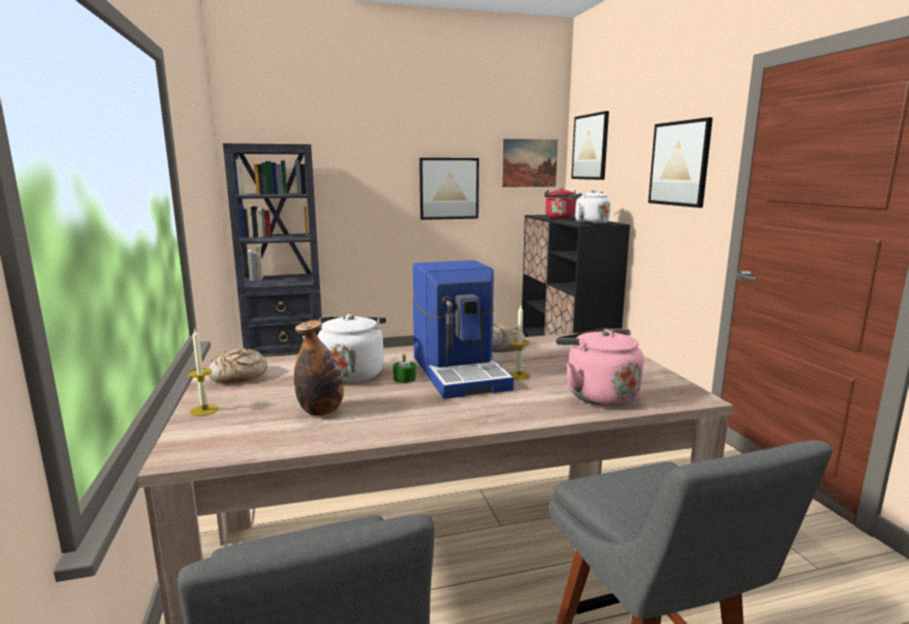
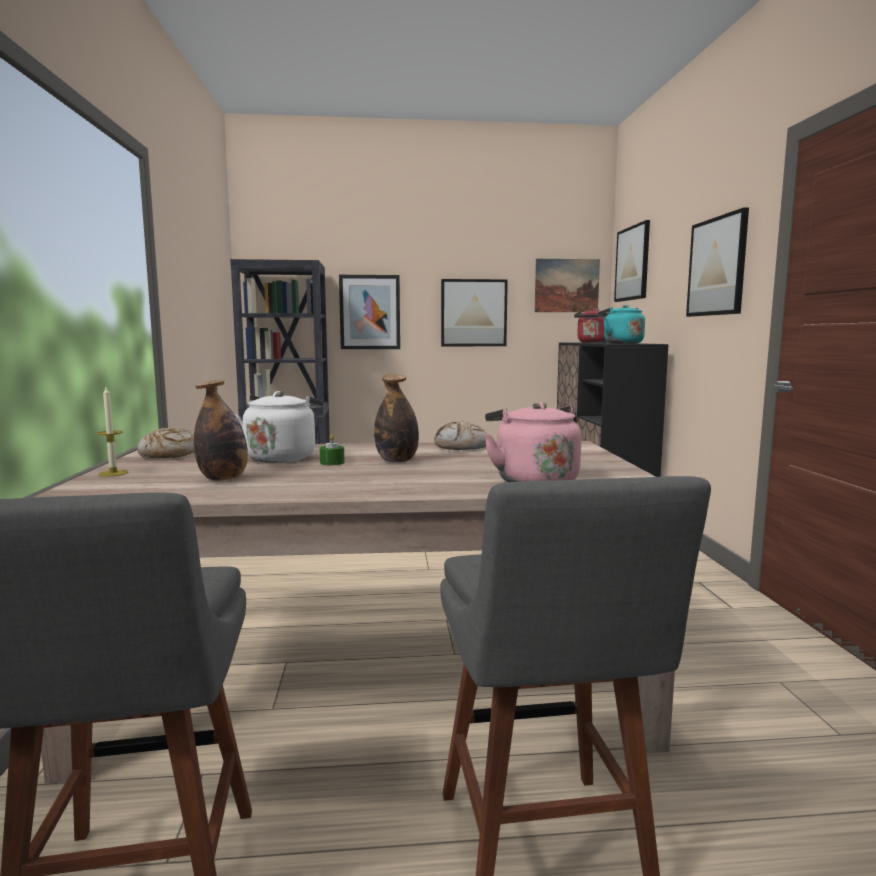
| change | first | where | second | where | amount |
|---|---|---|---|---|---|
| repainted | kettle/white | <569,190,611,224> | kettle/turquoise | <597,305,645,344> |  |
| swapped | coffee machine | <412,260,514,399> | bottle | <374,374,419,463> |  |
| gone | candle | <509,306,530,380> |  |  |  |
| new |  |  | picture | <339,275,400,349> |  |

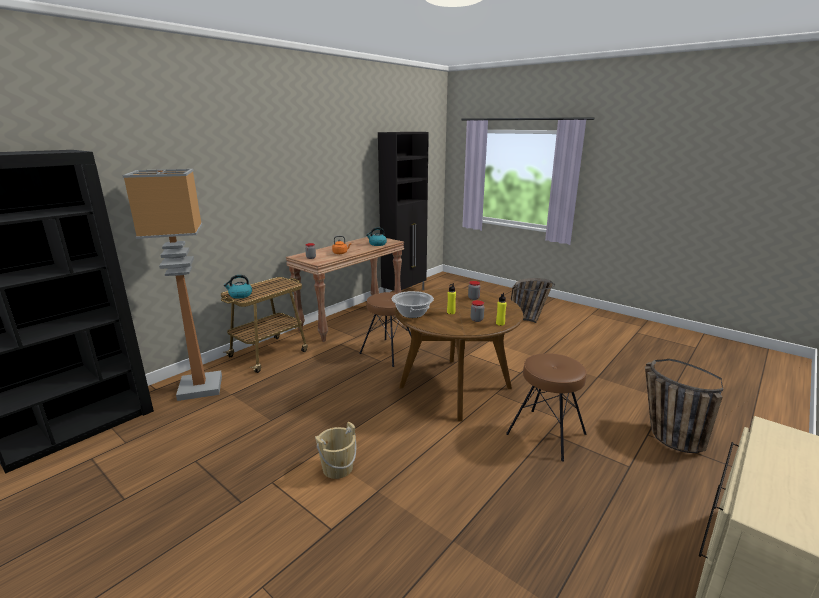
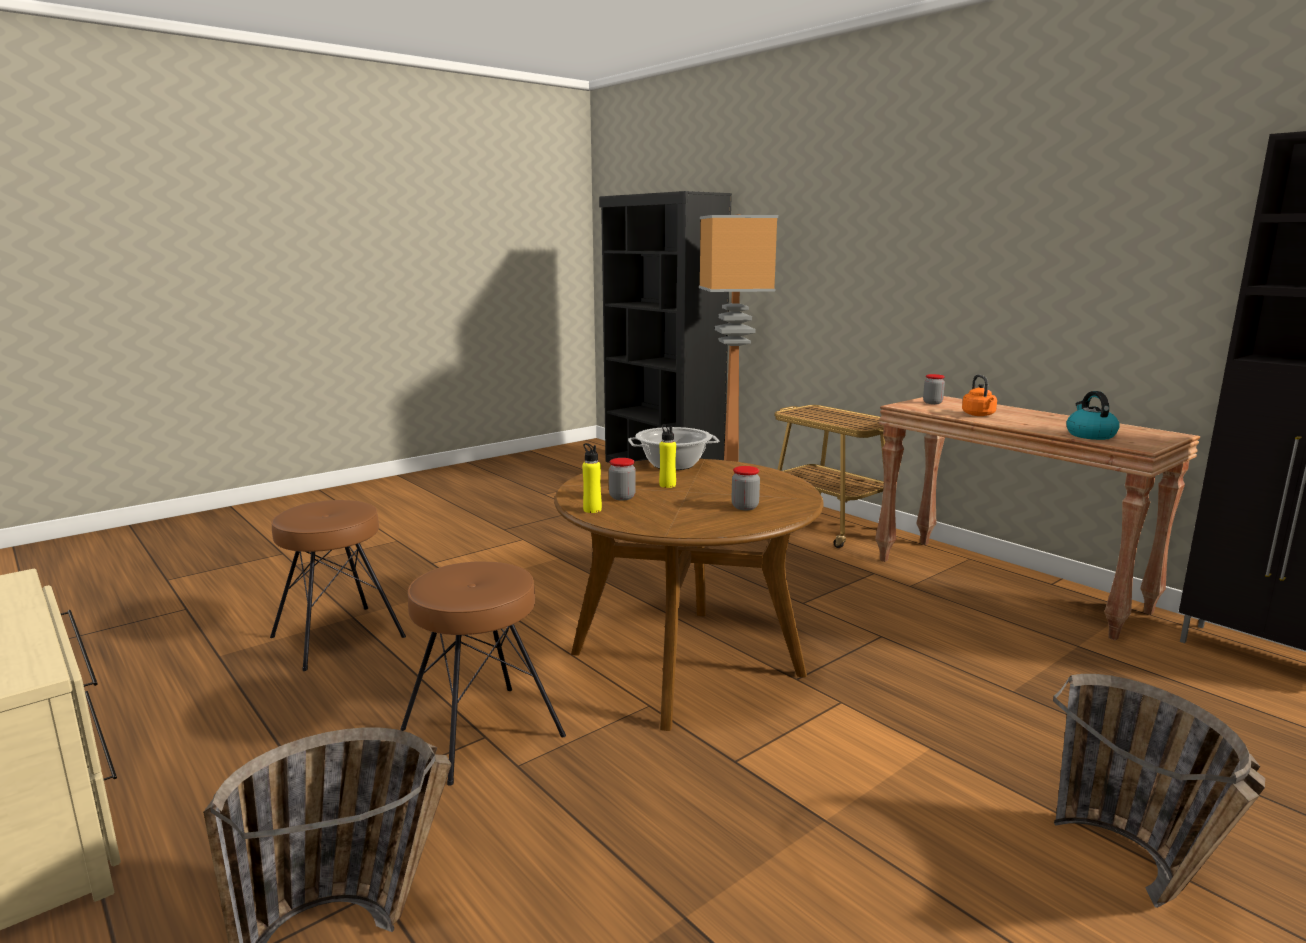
| change | first | where | second | where | amount |
|---|---|---|---|---|---|
| gone | kettle | <224,275,252,299> |  |  |  |
| shifted | stool/brown | <359,292,419,367> |  | <270,500,406,671> |  |
| gone | bucket/beige | <315,422,356,479> |  |  |  |

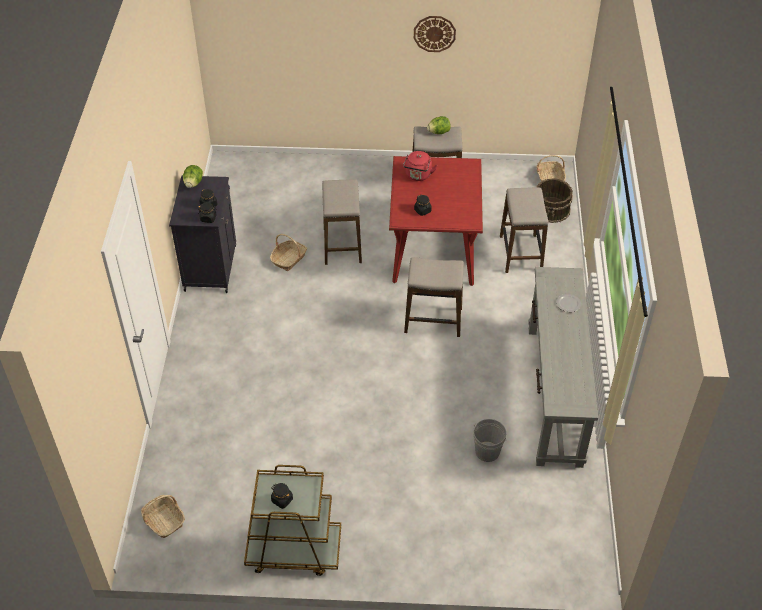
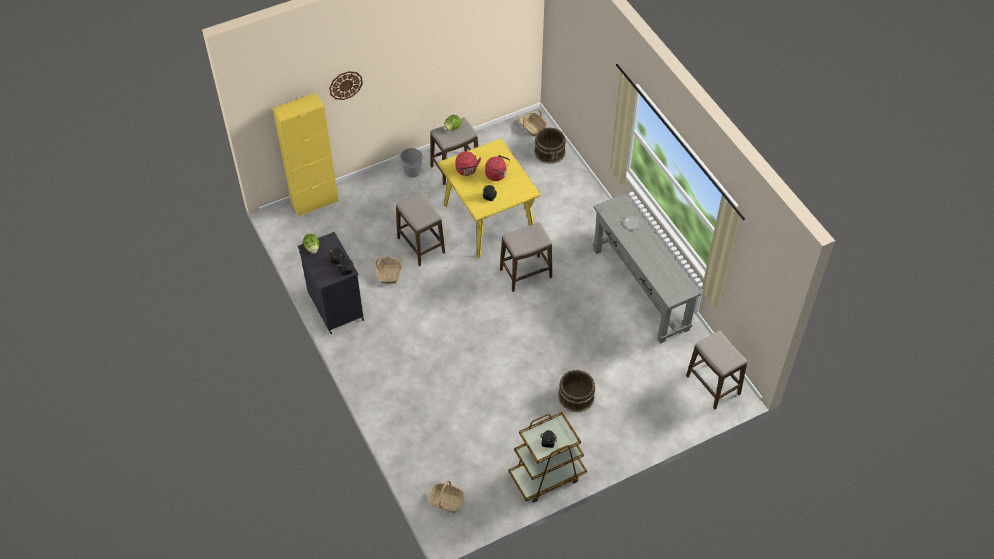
| change | first | where | second | where | amount |
|---|---|---|---|---|---|
| shifted | wall clock | <414,16,456,52> |  | <329,71,363,100> |  |
| repainted | dining table/red | <389,156,483,286> | dining table/yellow | <437,138,541,258> |  |
| shifted | stool | <500,187,548,273> |  | <686,331,747,409> |  |
| shifted | bucket/grey | <472,419,506,462> |  | <399,148,424,178> |  |
| new |  |  | cabinet/yellow | <273,93,339,216> |  |
| new |  |  | kettle/red | <485,155,510,181> |  |
| new |  |  | bucket/brown | <558,370,596,413> |  |

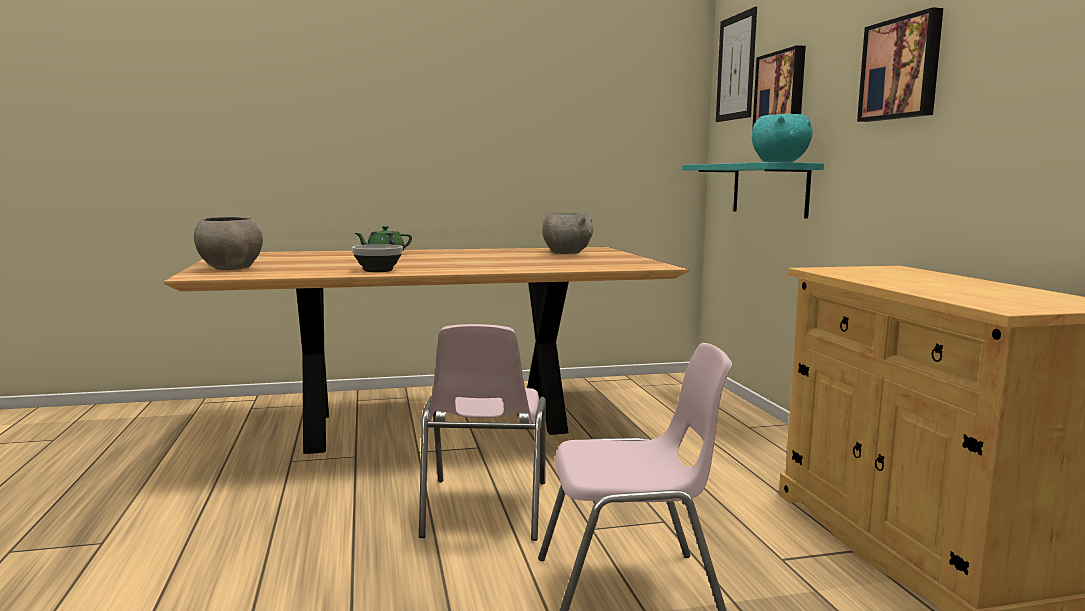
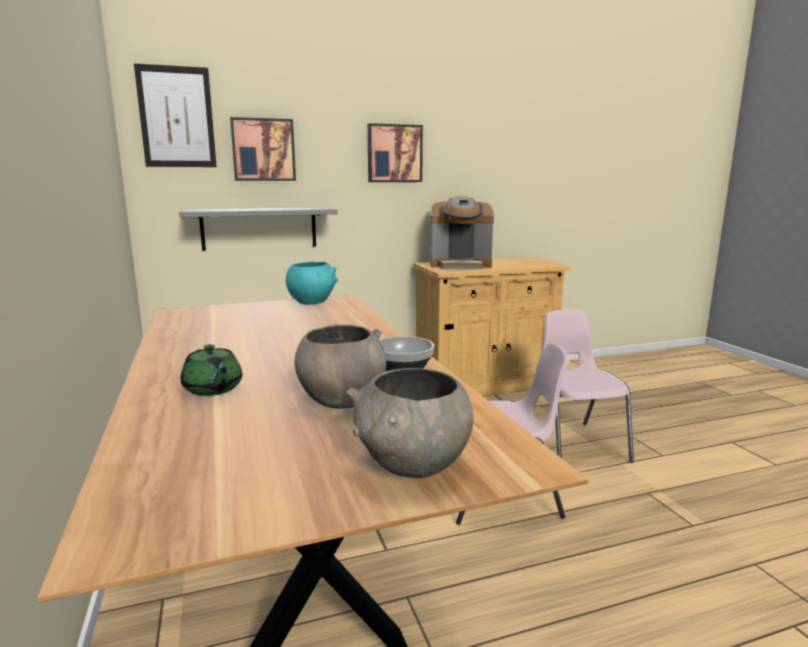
| change | first | where | second | where | amount |
|---|---|---|---|---|---|
| shifted | bowl/turquoise | <752,114,813,162> |  | <286,262,338,304> |  |
| repainted | shelf/turquoise | <682,162,824,218> | shelf/grey | <179,207,338,251> |  |
| shifted | bowl/grey | <542,213,593,254> |  | <295,324,387,409> |  |
| new |  |  | coffee machine | <430,196,494,269> |  |

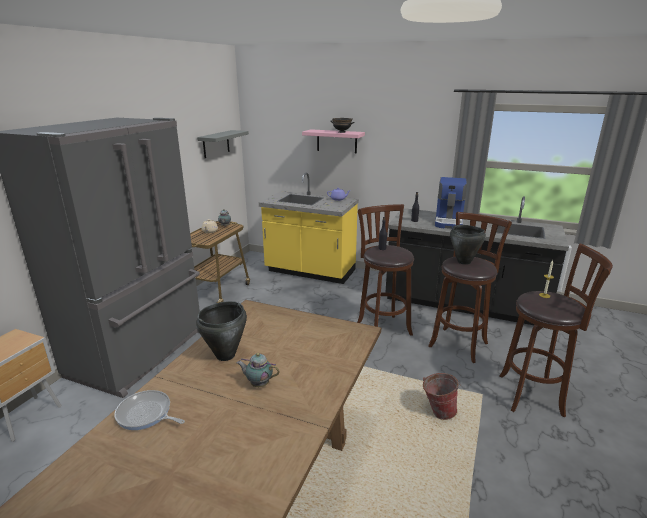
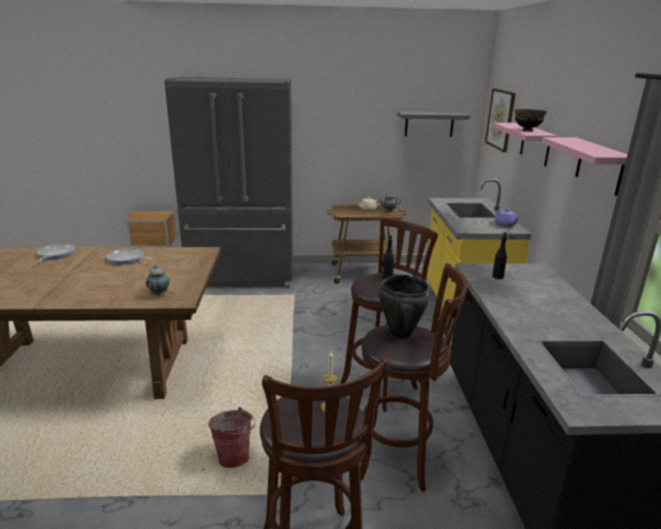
| change | first | where | second | where | amount |
|---|---|---|---|---|---|
| gone | coffee machine | <435,177,467,229> |  |  |  |
| swapped | cooking pot/black | <196,301,247,361> | frying pan | <106,248,153,265> |  |
| shifted | teapot | <237,353,280,387> |  | <146,265,170,296> |  |
| new |  |  | picture | <485,88,516,152> |  |
| new |  |  | shelf/pink | <542,137,628,196> |  |

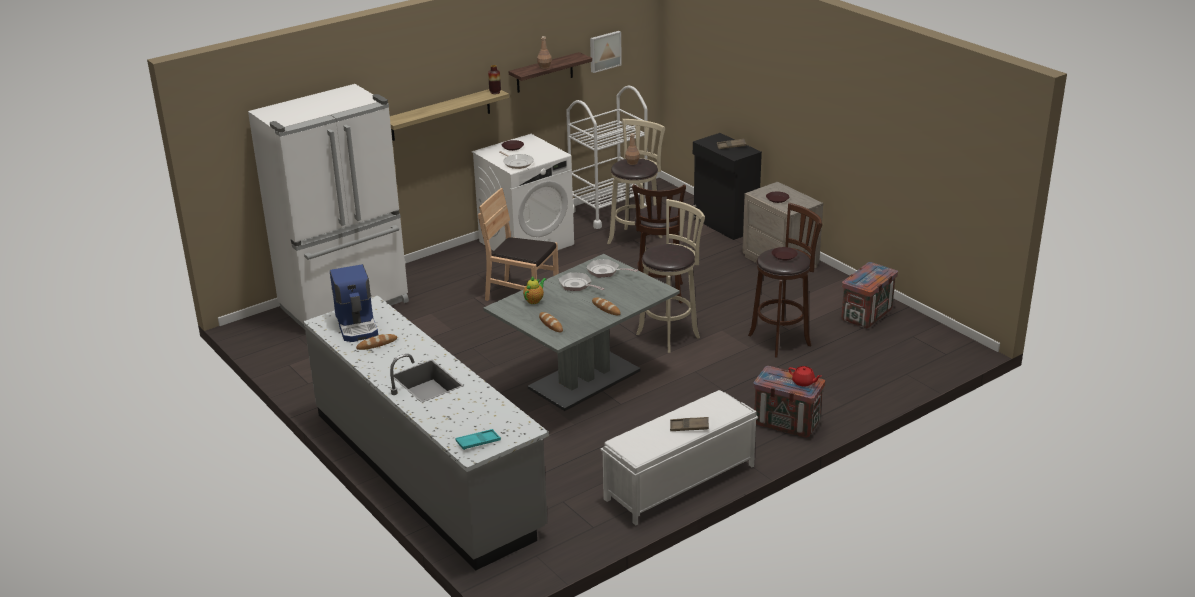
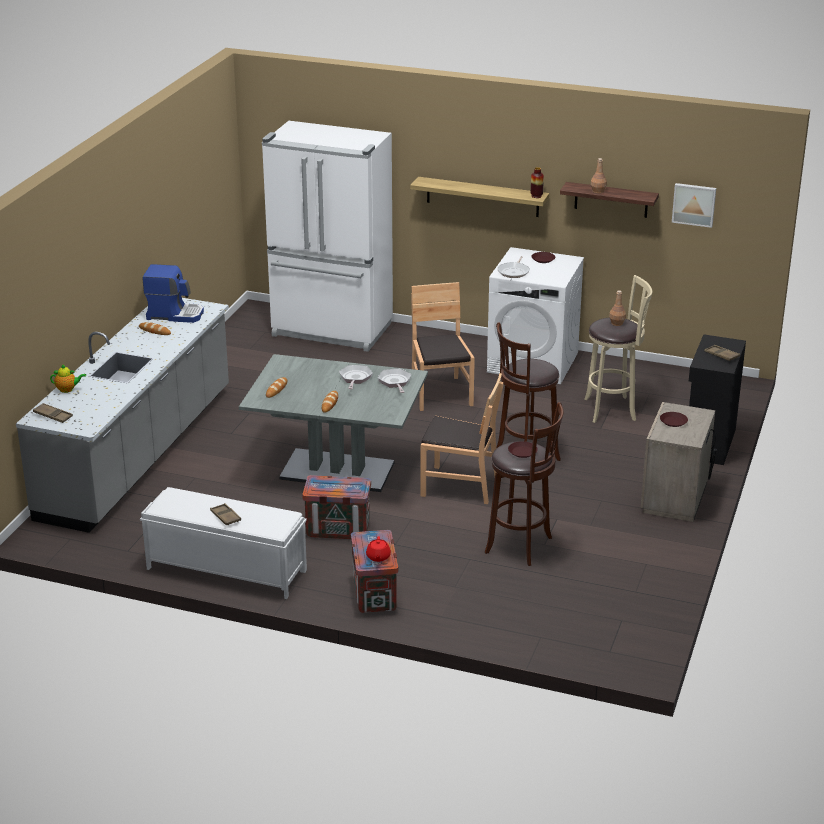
| change | first | where | second | where | amount |
|---|---|---|---|---|---|
| gone | cart/white | <566,85,648,229> |  |  |  |
| swapped | stool/beige | <636,199,705,353> | chair/brown | <420,373,503,504> |  |
| shifted | crate | <841,262,898,329> |  | <302,475,371,539> |  |
| rotated | coffee machine | <330,265,378,342> |  | <142,264,204,323> | 120 degrees counterclockwise |
| shifted | teapot | <523,277,546,304> |  | <50,364,86,393> |  |
| repainted | tray/turquoise | <455,429,501,450> | tray/brown | <33,403,73,423> |  |

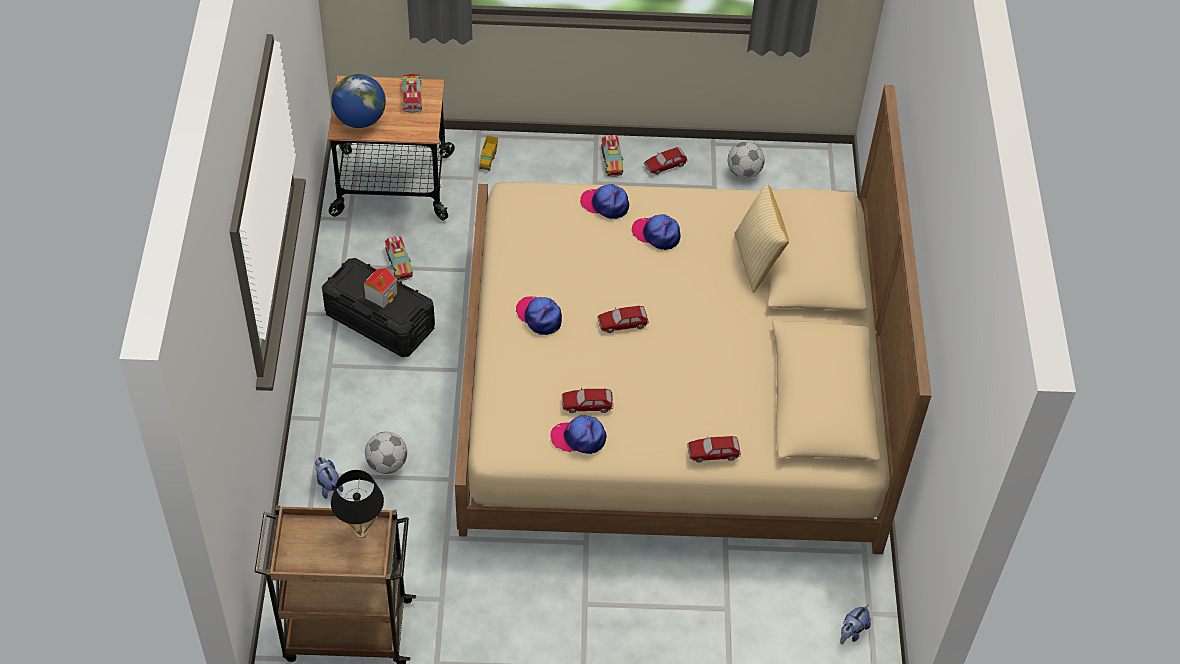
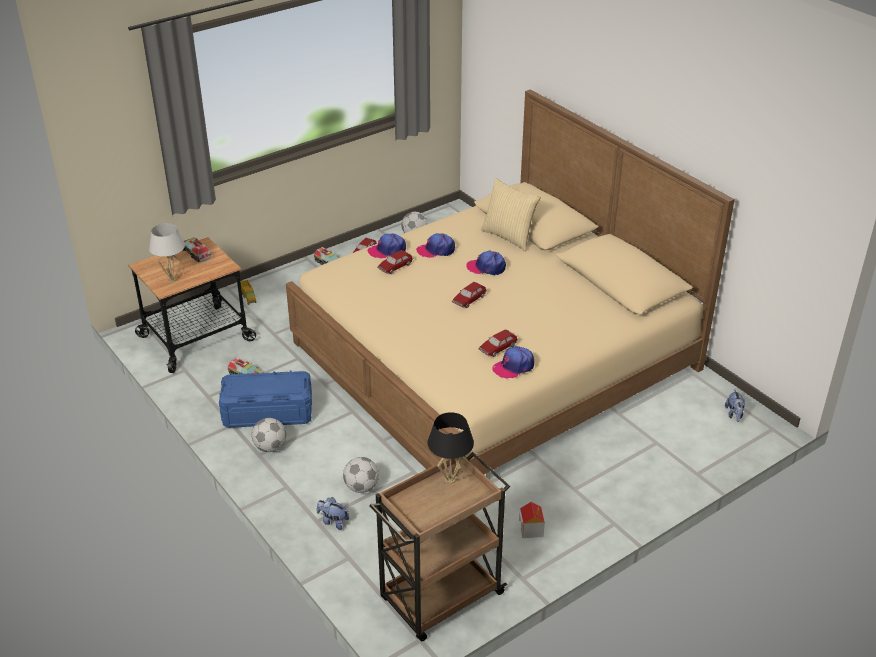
| change | first | where | second | where | amount |
|---|---|---|---|---|---|
| swapped | globe | <331,74,386,128> | table lamp/white | <149,223,185,282> |  |
| repainted | storage box/black | <322,258,435,357> | storage box/blue | <219,370,312,428> |  |
| shifted | toy house | <364,268,397,308> |  | <519,502,545,538> |  |
| shifted | cap | <515,297,562,335> |  | <466,251,506,275> |  |
| shifted | toy car | <687,436,741,463> |  | <377,250,413,274> |  |
| new |  |  | football | <252,418,286,452> |  |

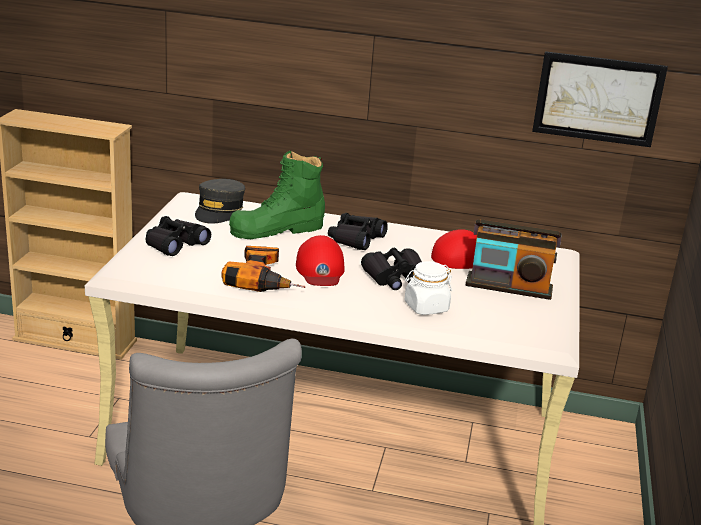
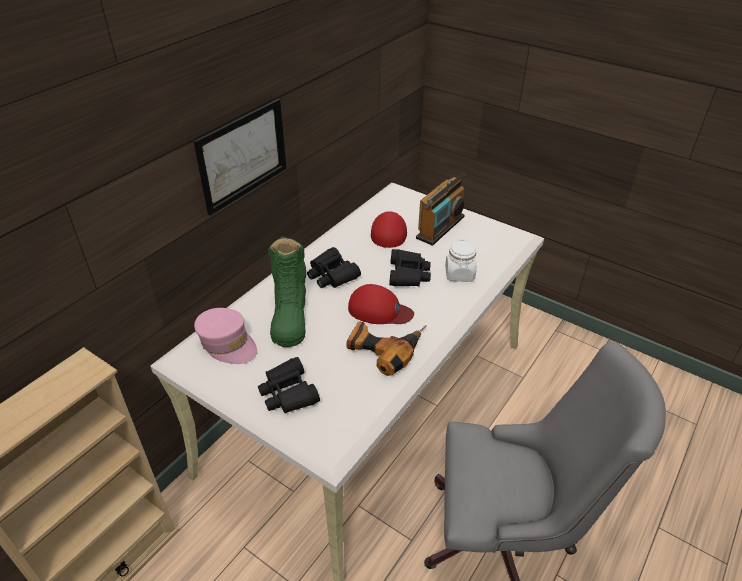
| change | first | where | second | where | amount |
|---|---|---|---|---|---|
| shifted | picture | <532,51,668,147> |  | <194,99,287,215> |  |
| repainted | cap/grey | <195,179,245,224> | cap/pink | <194,308,257,364> |  |

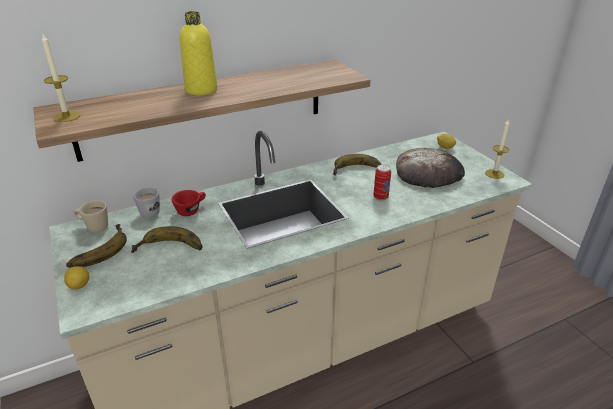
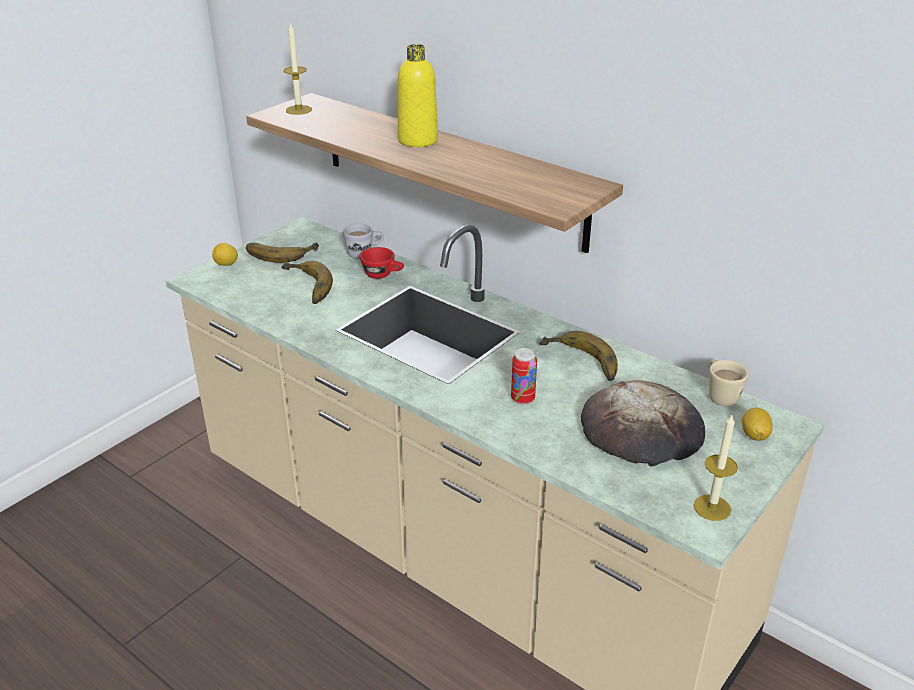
| change | first | where | second | where | amount |
|---|---|---|---|---|---|
| shifted | mug/beige | <73,201,108,232> |  | <709,360,748,406> |  |

